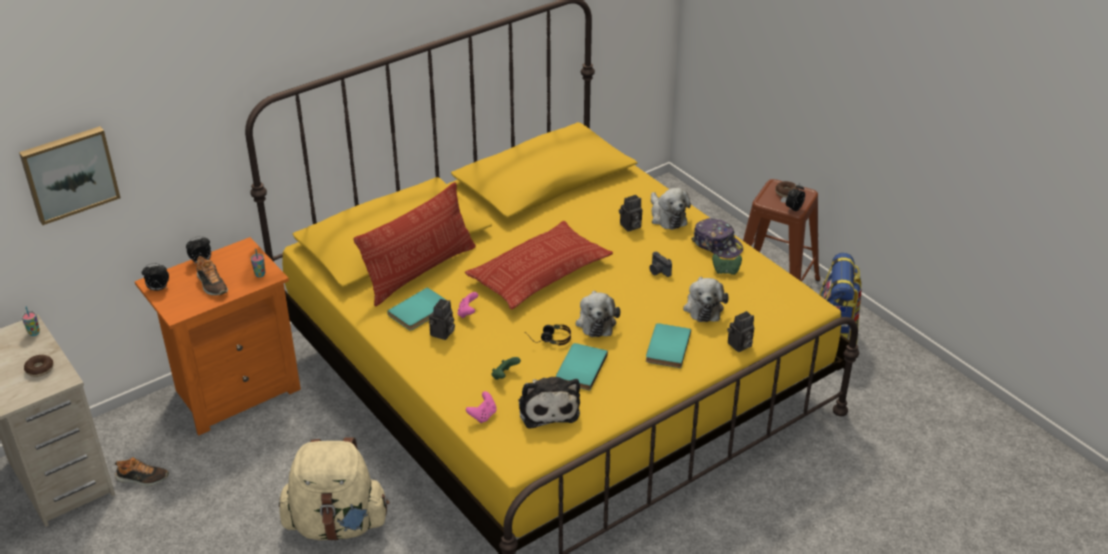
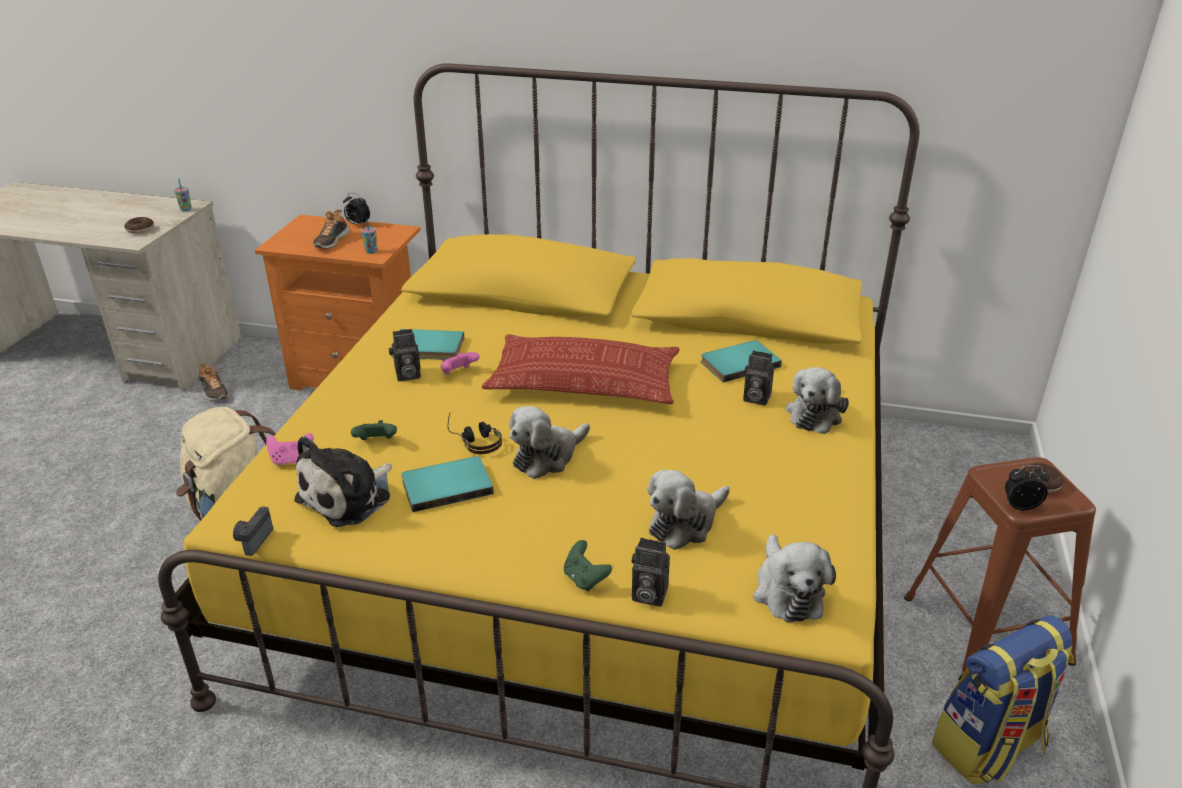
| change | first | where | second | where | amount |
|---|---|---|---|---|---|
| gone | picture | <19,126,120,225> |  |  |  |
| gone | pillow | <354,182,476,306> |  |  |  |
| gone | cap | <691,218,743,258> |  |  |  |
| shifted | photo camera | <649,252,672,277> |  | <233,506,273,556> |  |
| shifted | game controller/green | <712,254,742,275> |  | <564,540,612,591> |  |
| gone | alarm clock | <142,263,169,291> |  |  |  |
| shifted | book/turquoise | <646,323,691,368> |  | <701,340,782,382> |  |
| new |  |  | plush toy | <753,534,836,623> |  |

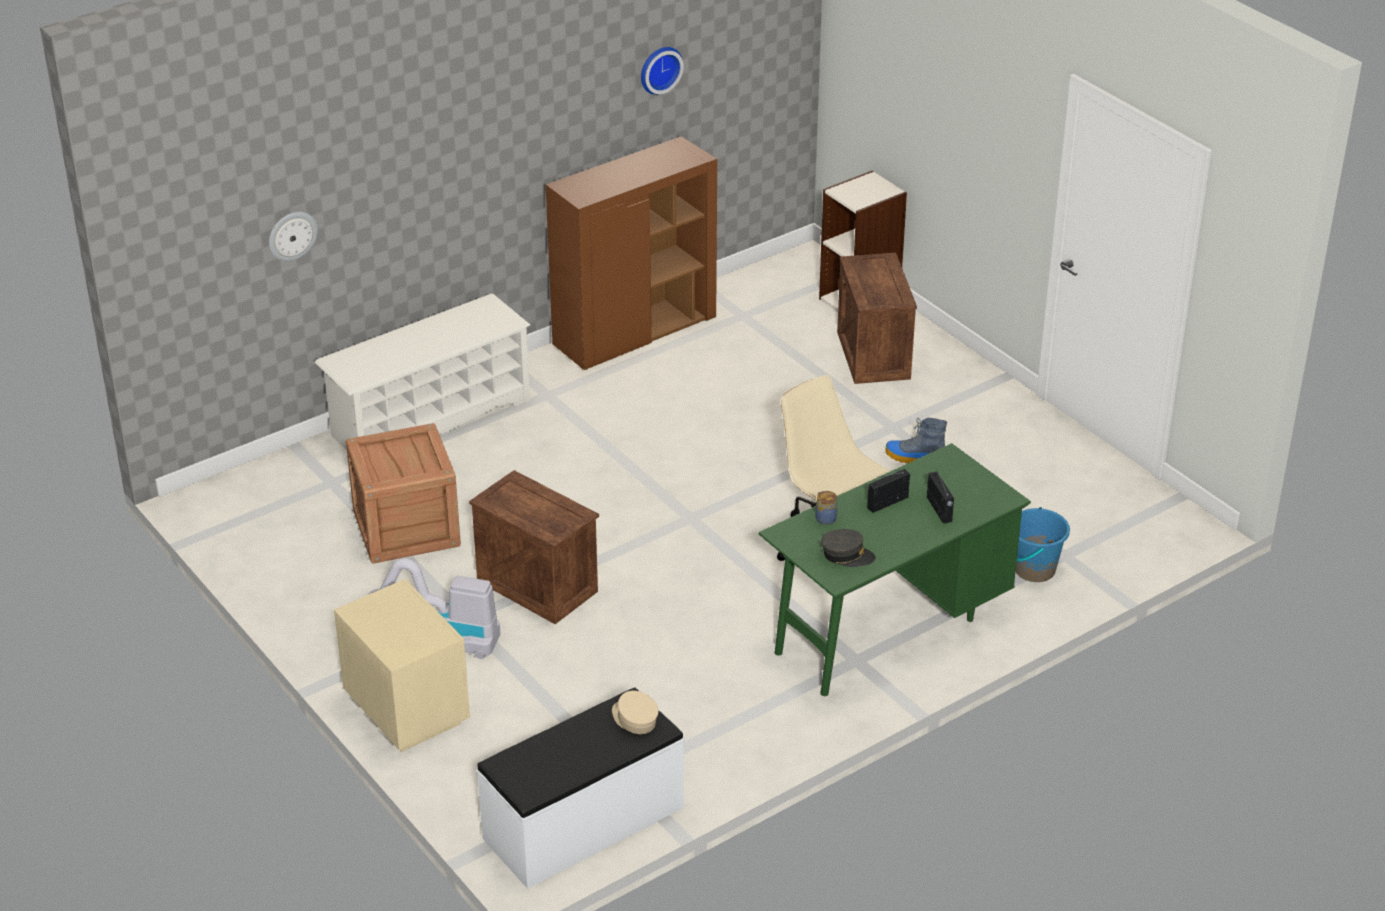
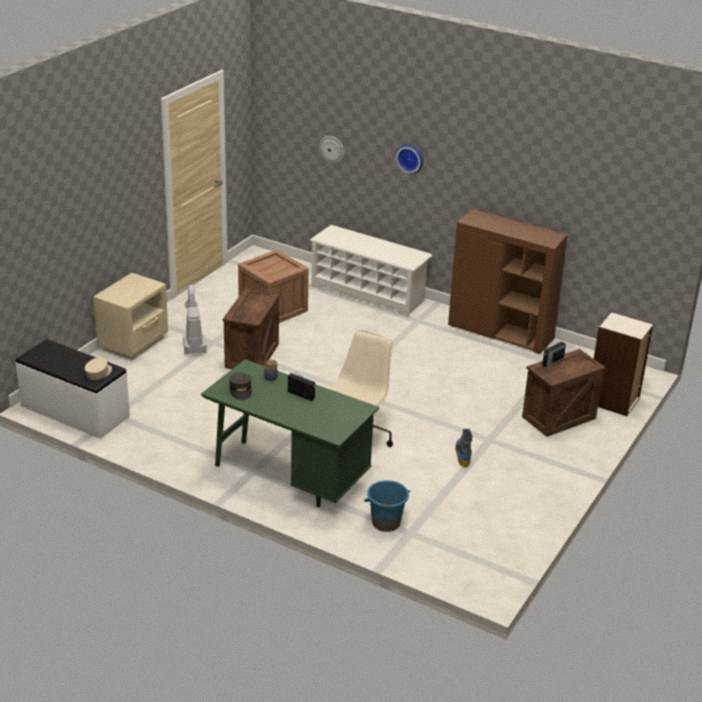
| change | first | where | second | where | amount |
|---|---|---|---|---|---|
| shifted | wall clock | <641,47,684,95> |  | <396,145,423,174> |  |
| shifted | radio | <927,469,954,524> |  | <542,341,566,367> |  |

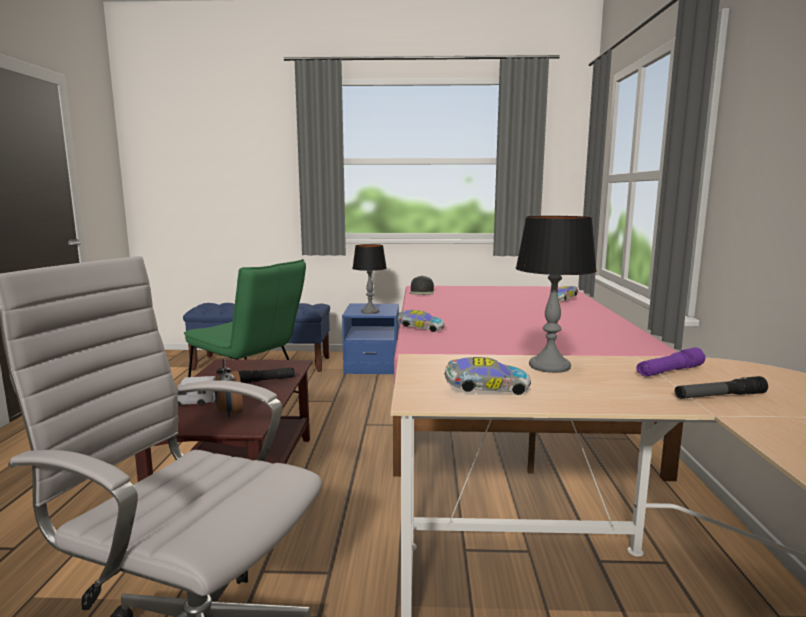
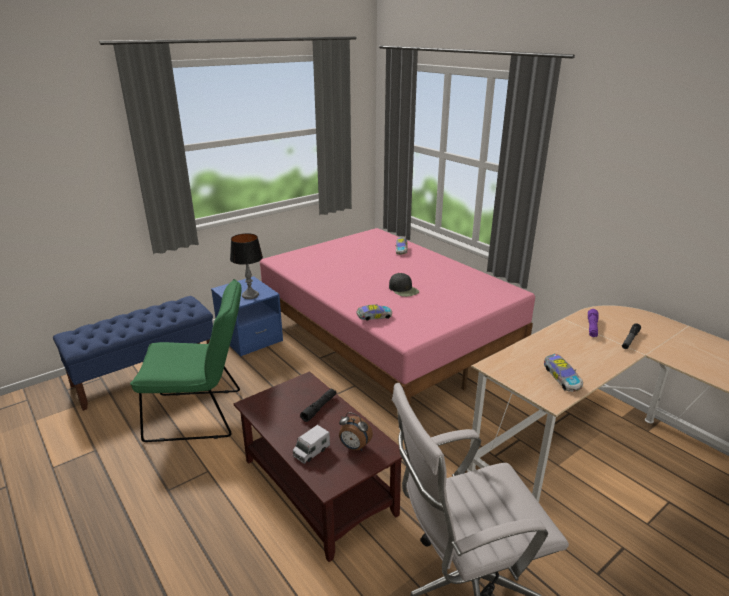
| change | first | where | second | where | amount |
|---|---|---|---|---|---|
| gone | table lamp | <516,216,597,373> |  |  |  |
| shifted | cap/black | <409,276,434,295> |  | <389,273,419,297> |  |
| rotated | toy car | <444,357,531,395> |  | <544,354,583,392> | 120 degrees clockwise |

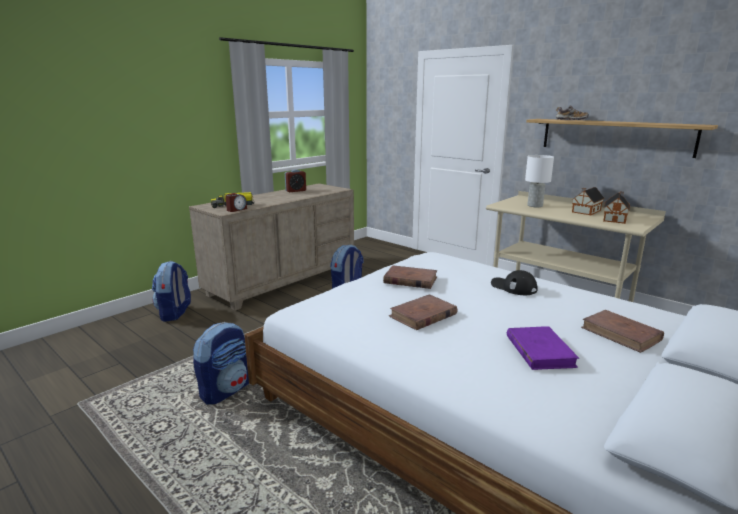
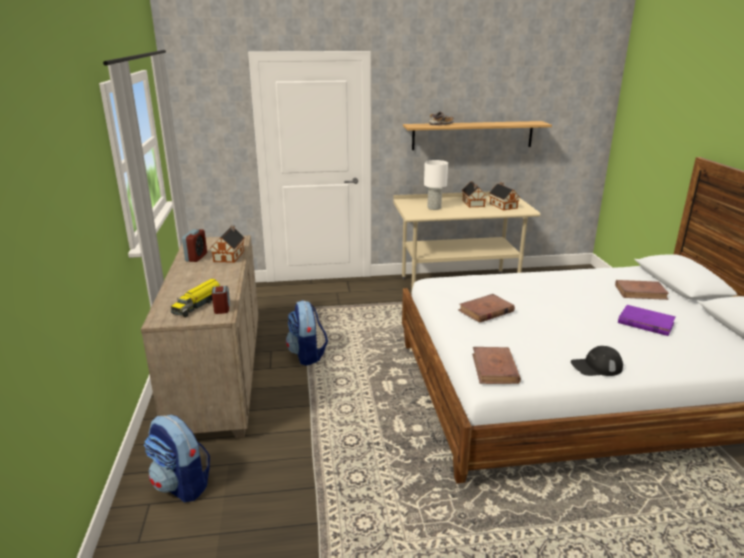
| change | first | where | second | where | amount |
|---|---|---|---|---|---|
| shifted | cap/black | <491,270,538,295> |  | <571,346,623,376> |  |
| shifted | book/brown | <389,294,457,330> |  | <472,347,521,384> |  |
| gone | backpack | <193,322,249,405> |  |  |  |
| new |  |  | toy house | <211,225,245,263> |  |

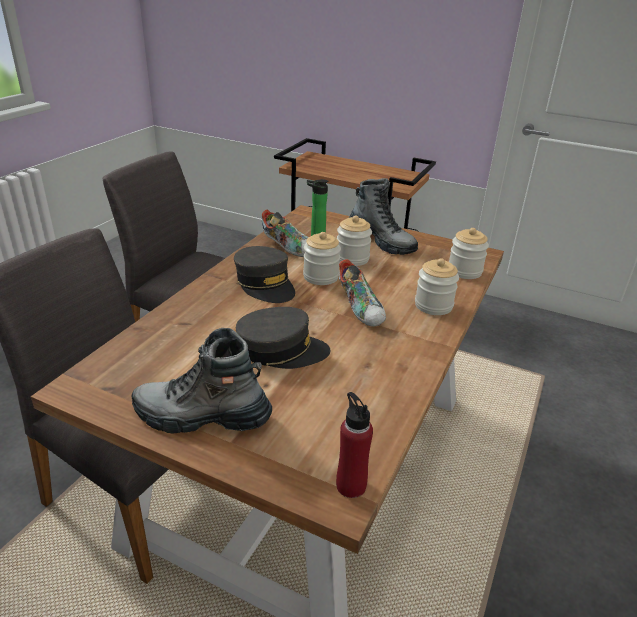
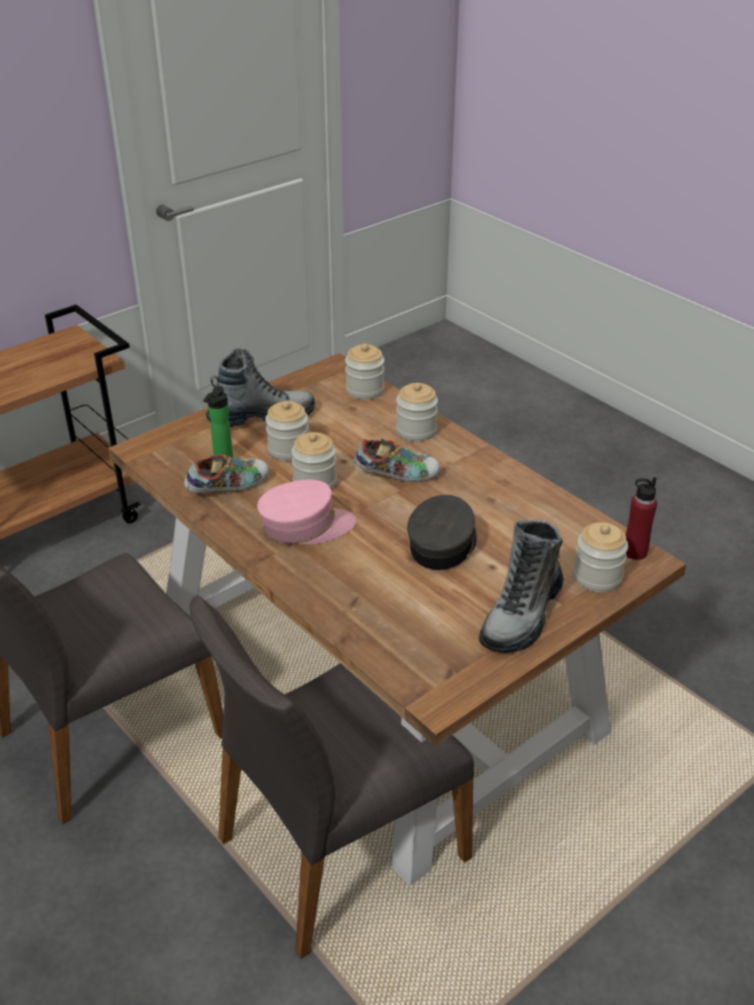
| change | first | where | second | where | amount |
|---|---|---|---|---|---|
| repainted | cap/grey | <234,246,295,303> | cap/pink | <257,480,356,544> |  |
| new |  |  | jar | <573,522,628,592> |  |

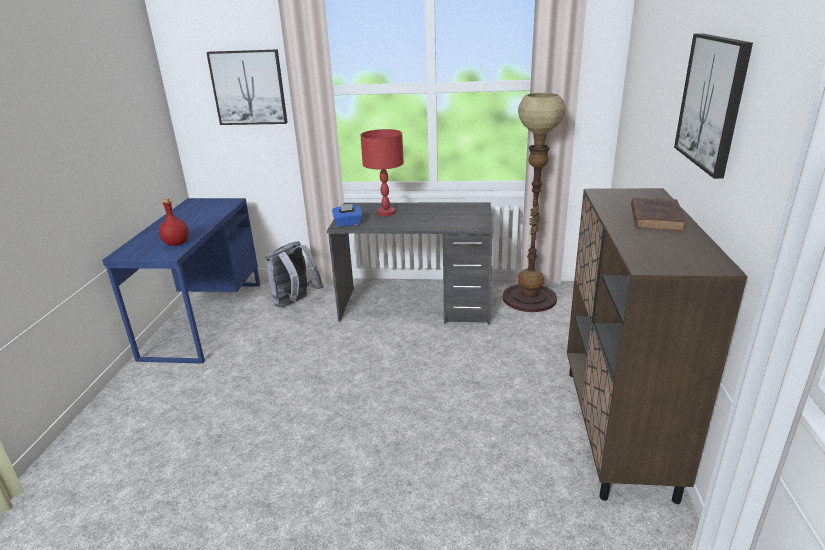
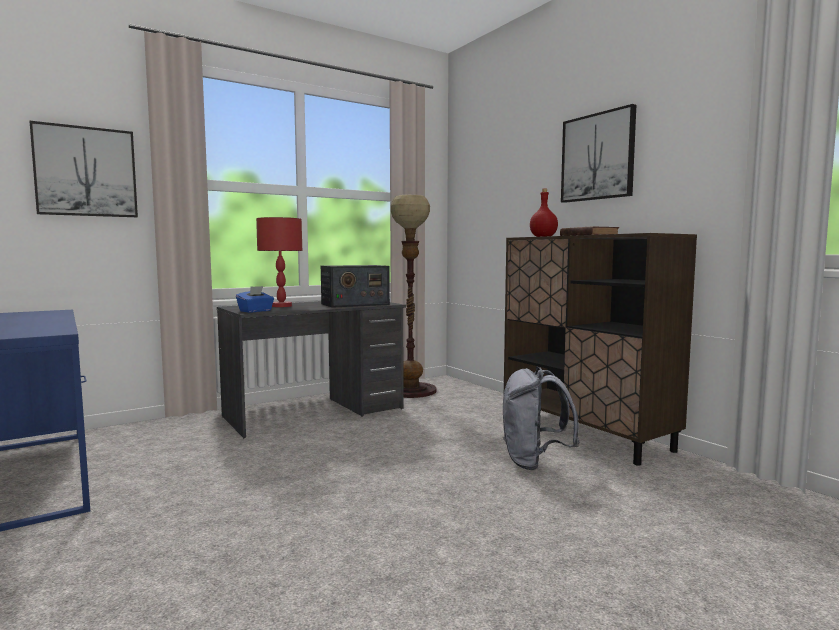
| change | first | where | second | where | amount |
|---|---|---|---|---|---|
| shifted | bottle/red | <159,198,189,246> |  | <530,189,558,237> |  |
| shifted | backpack/grey | <265,241,323,307> |  | <503,367,580,470> |  |
| new |  |  | radio | <321,265,390,308> |  |

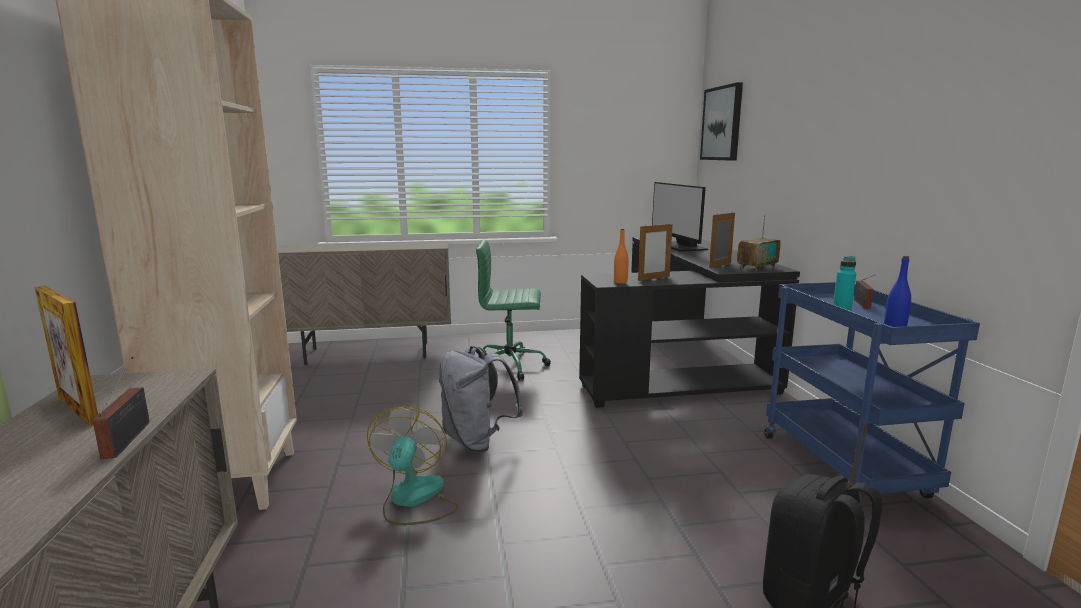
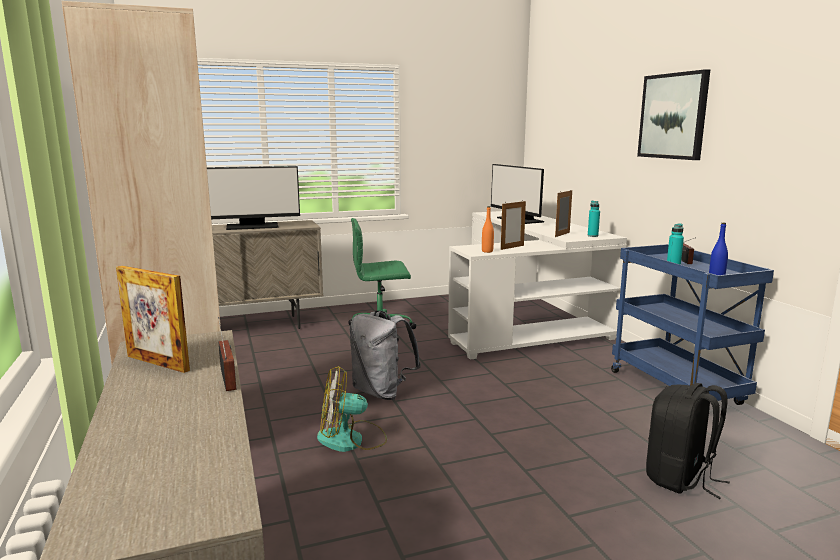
| change | first | where | second | where | amount |
|---|---|---|---|---|---|
| shifted | picture | <700,82,743,161> |  | <637,69,710,160> |  |
| swapped | radio | <737,215,781,272> | bottle/turquoise | <588,201,600,237> |  |
| repainted | desk/black | <579,237,800,408> | desk/white | <448,211,627,360> |  |
| rotated | fan | <367,406,459,525> |  | <317,366,387,452> | 90 degrees counterclockwise |
| new |  |  | monitor | <207,166,300,230> |  |

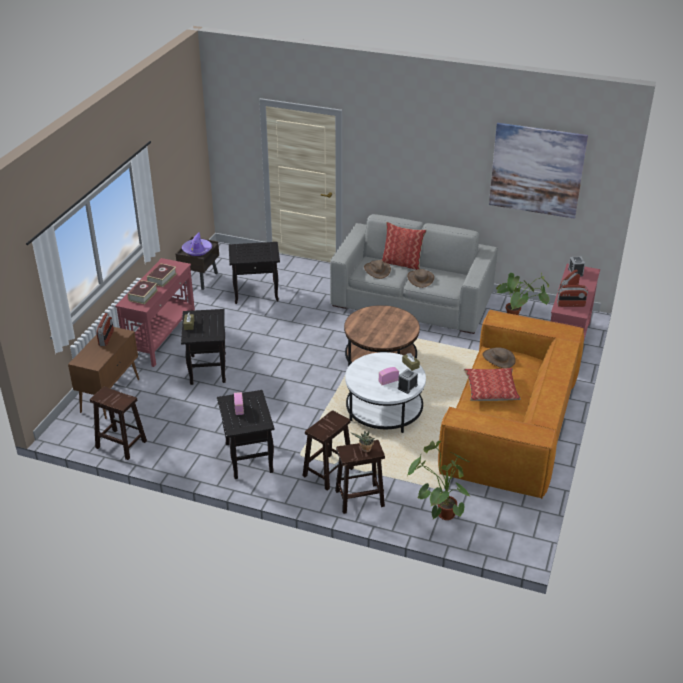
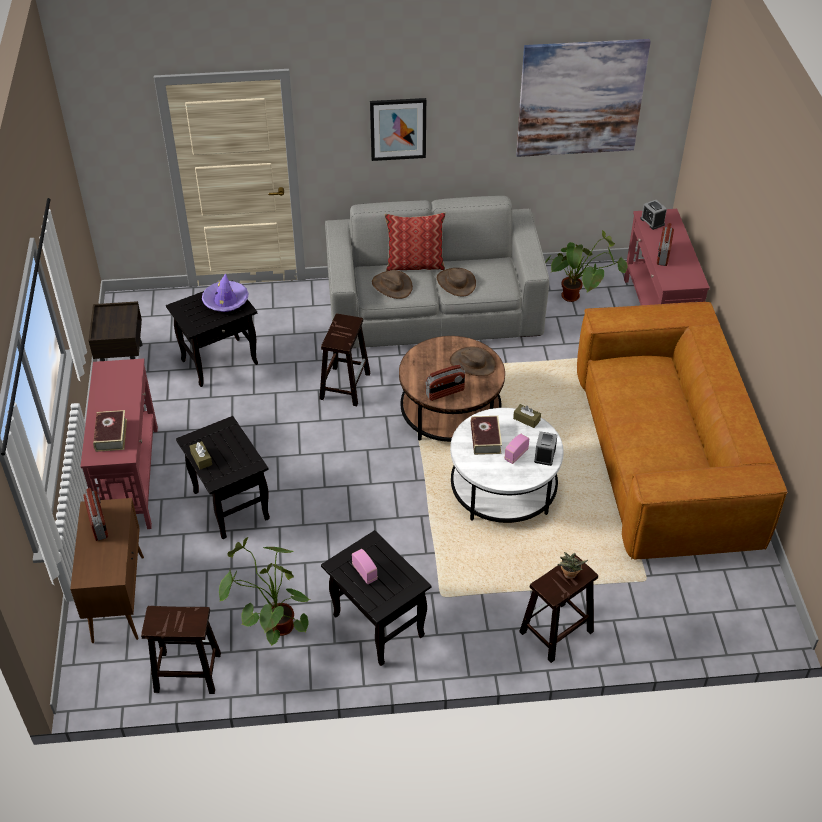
| change | first | where | second | where | amount |
|---|---|---|---|---|---|
| shifted | hat/purple | <182,232,212,256> |  | <202,273,249,312> |  |
| shifted | book | <147,263,177,287> |  | <471,416,502,455> |  |
| shifted | radio | <557,285,588,307> |  | <426,365,465,401> |  |
| shifted | hat/brown | <483,347,516,368> |  | <450,347,496,376> |  |
| gone | pillow | <464,368,521,401> |  |  |  |
| shifted | stool/brown | <303,410,354,491> |  | <319,314,370,406> |  |
| shifted | potted plant | <407,441,471,520> |  | <219,537,310,646> |  |
| new |  |  | picture | <370,98,426,161> |  |

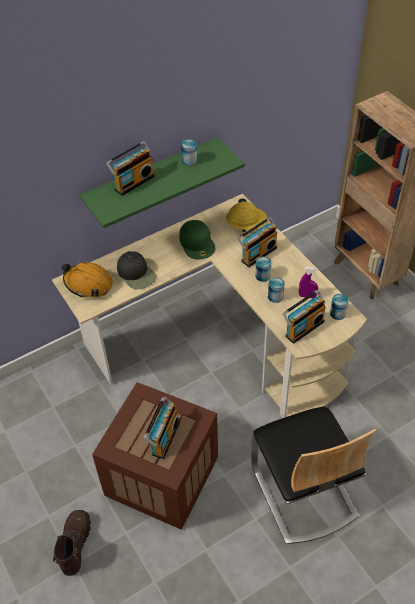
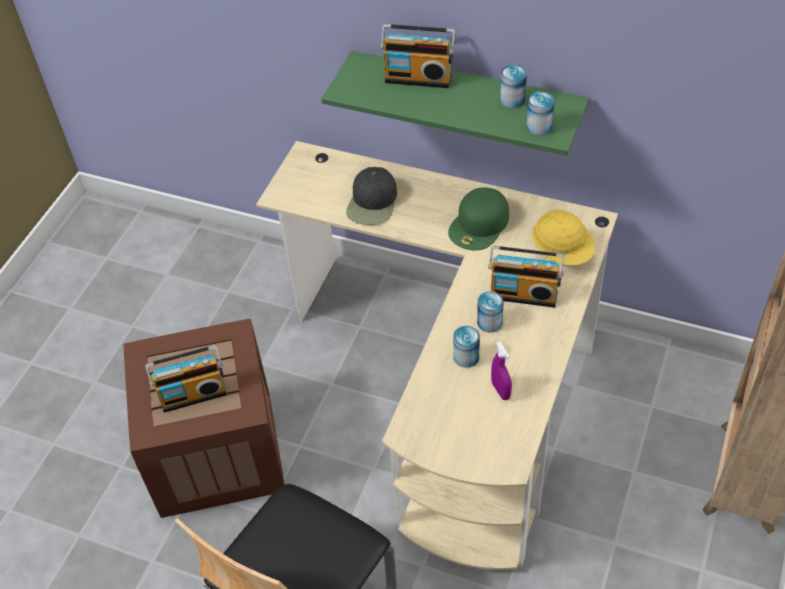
| change | first | where | second | where | amount |
|---|---|---|---|---|---|
| gone | hard hat/orange | <62,262,112,298> |  |  |  |
| gone | radio | <283,290,326,344> |  |  |  |
| shifted | can | <330,294,349,320> |  | <526,91,555,136> |  |
| gone | boot/brown | <53,510,91,576> |  |  |  |

